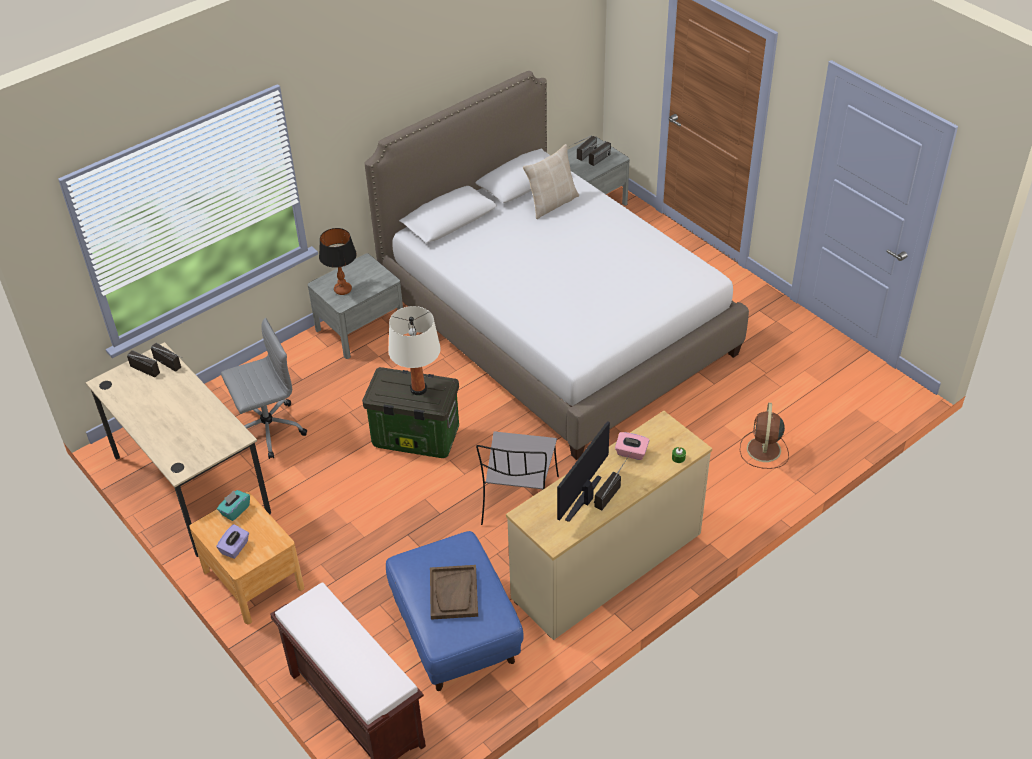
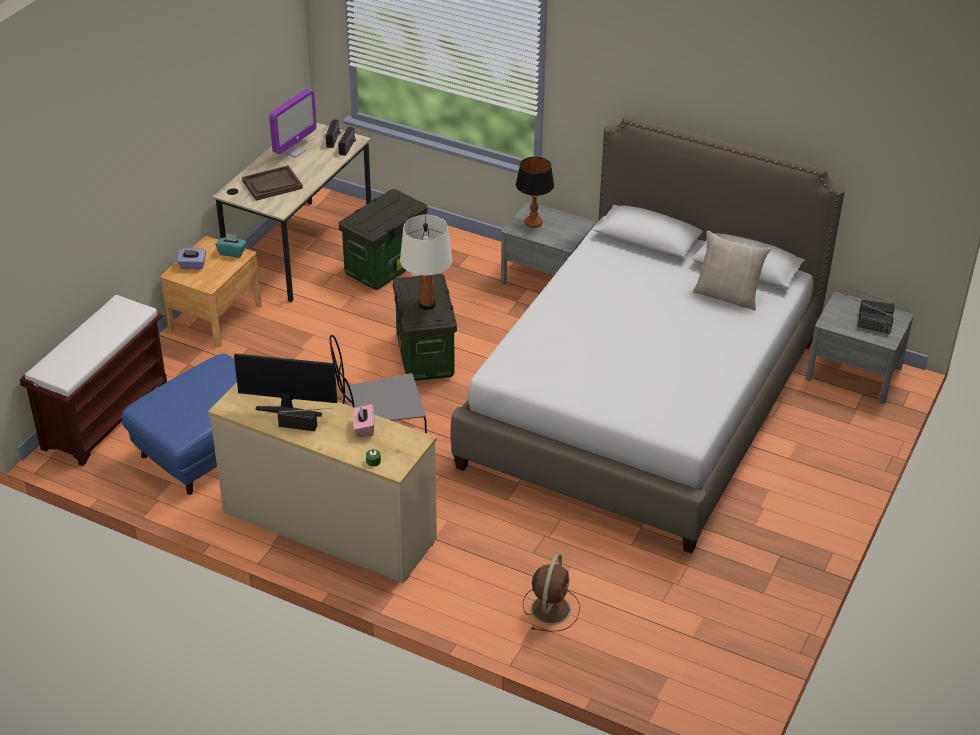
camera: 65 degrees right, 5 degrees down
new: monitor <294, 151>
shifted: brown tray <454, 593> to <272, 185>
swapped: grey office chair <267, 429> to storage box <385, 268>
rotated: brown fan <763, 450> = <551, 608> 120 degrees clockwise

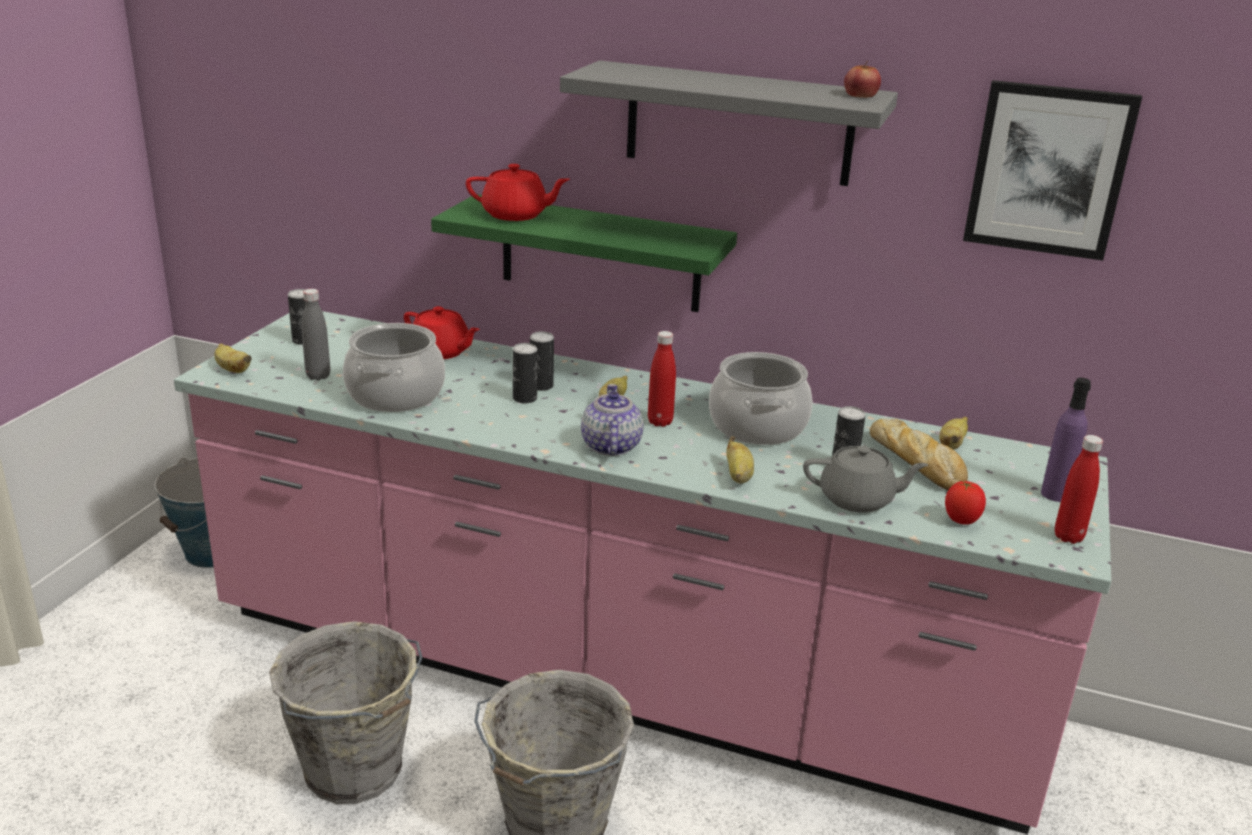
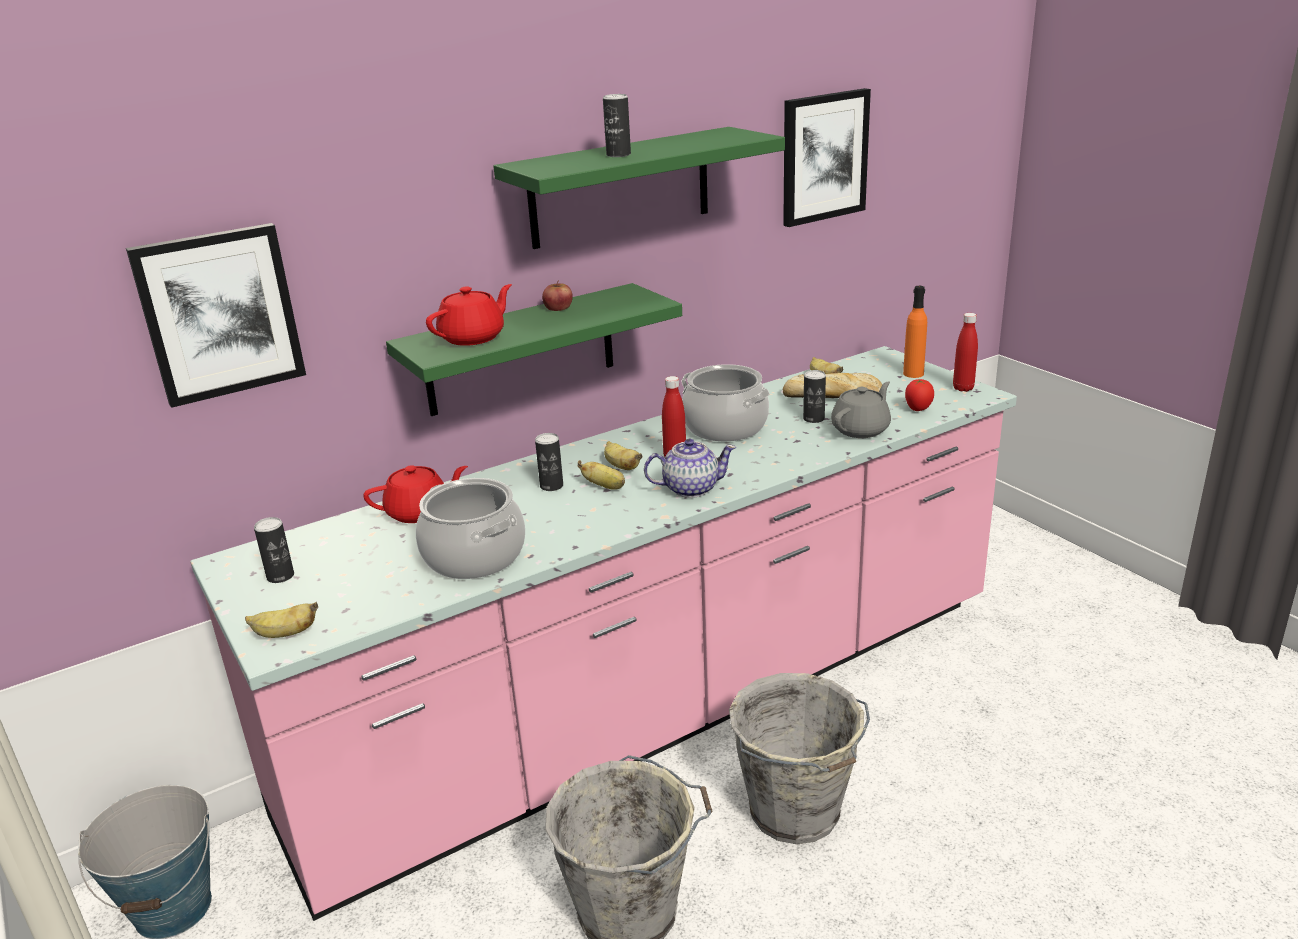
camera: 50 degrees left, 0 degrees up
gone: grey bottle <318, 376>
new: picture <220, 313>
shifted: apple <860, 95> to <558, 307>; banana <738, 476> to <605, 487>; can <525, 398> to <618, 155>
repainted: grey shelf <738, 123> to green shelf <620, 187>; purple bottle <1055, 494> to orange bottle <913, 374>
rotated: teapot <610, 446> = <690, 488> 135 degrees clockwise

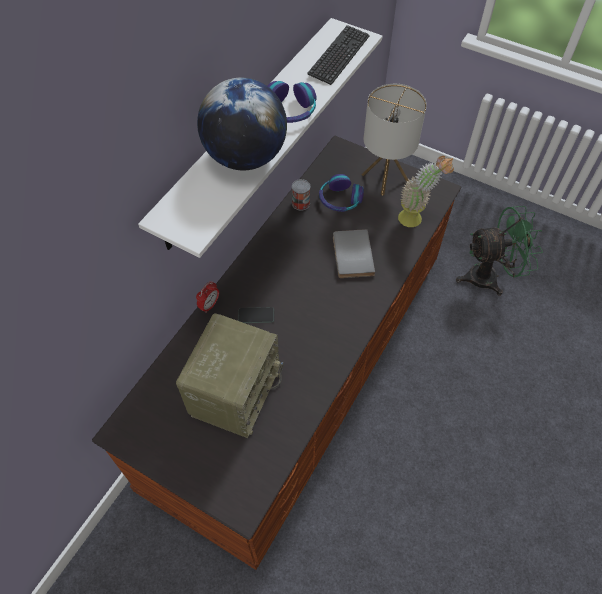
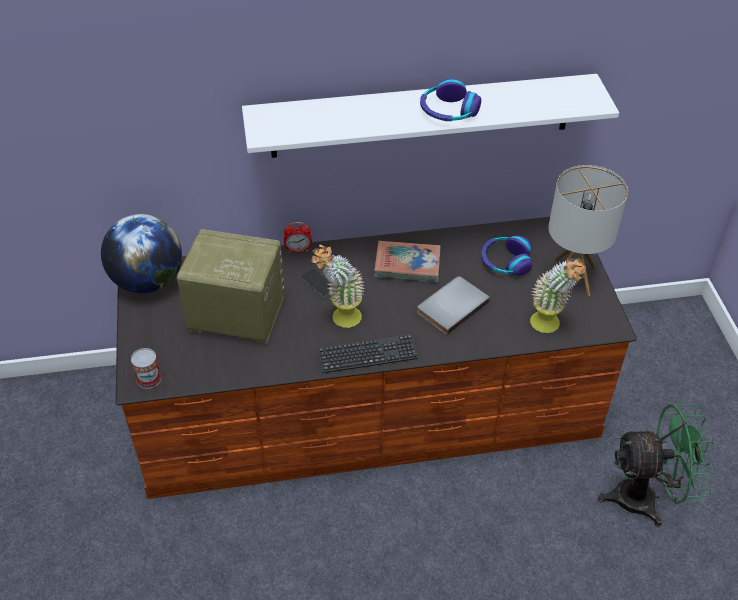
camera: 50 degrees right, 10 degrees down
new: potted plant <340, 320>; book <407, 265>
shifted: globe <245, 157> to <148, 281>; can <301, 203> to <149, 379>; keyboard <339, 56> to <367, 355>
rotated: radio <235, 391> = <234, 314> 150 degrees counterclockwise; green fan <489, 277> = <646, 498> 45 degrees counterclockwise

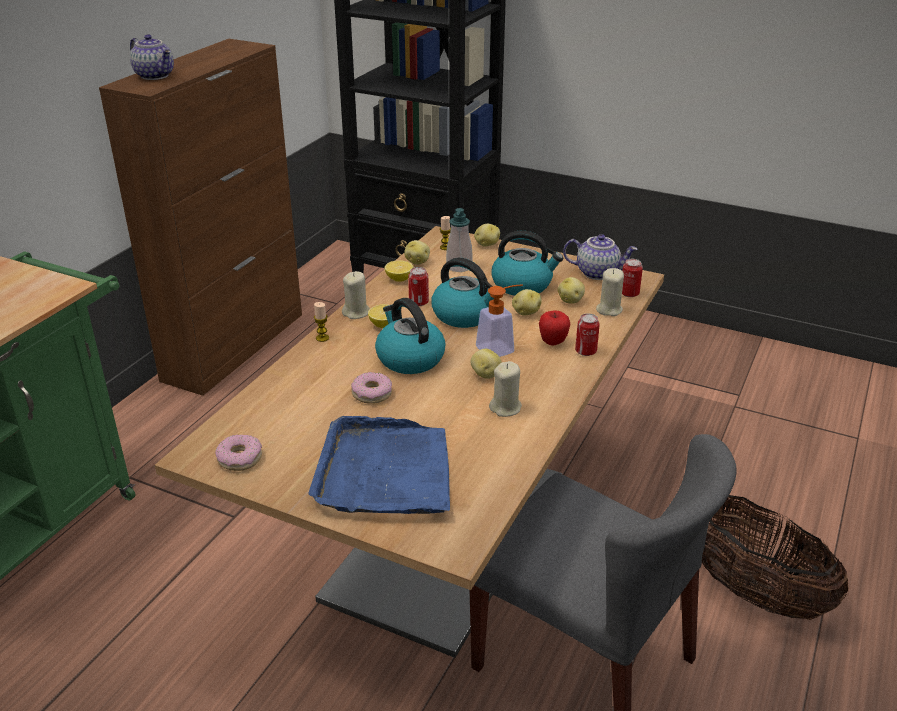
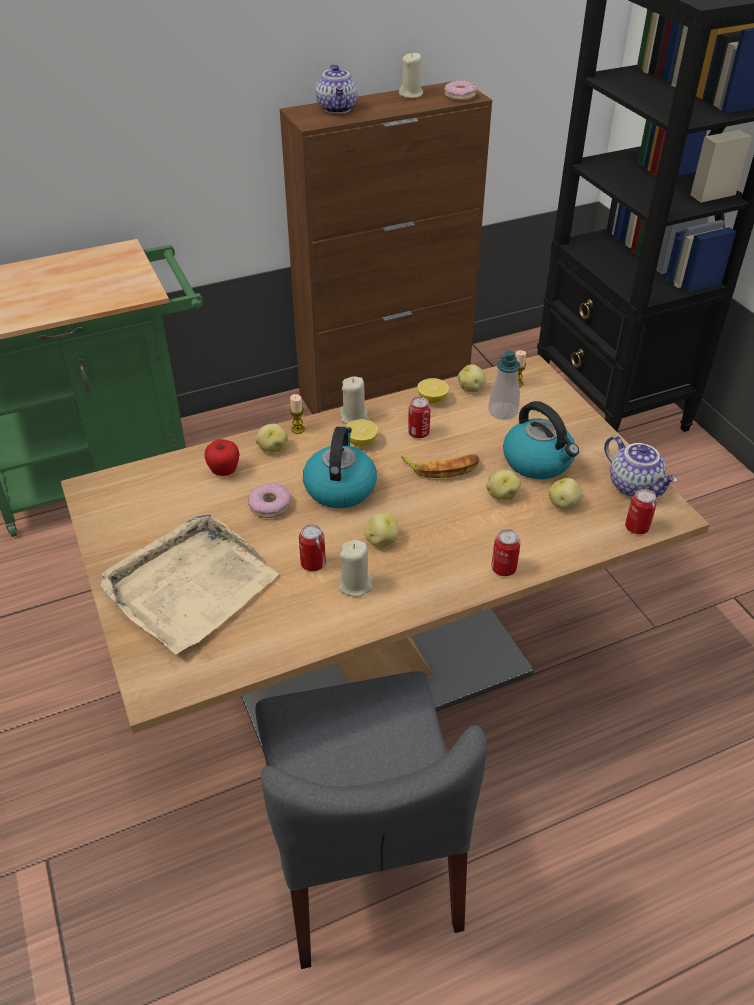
camera: 40 degrees right, 10 degrees up
gone: soap dispenser <500, 348>; basket <751, 590>
new: can <313, 564>
shifted: apple <553, 342> to <224, 472>; potato <486, 244> to <272, 447>; beige candle <609, 309> to <411, 94>; donut <240, 458> to <460, 96>
swapped: kettle <465, 315> to banana <442, 468>
repainted: blue tray <384, 472> to beige tray <190, 586>

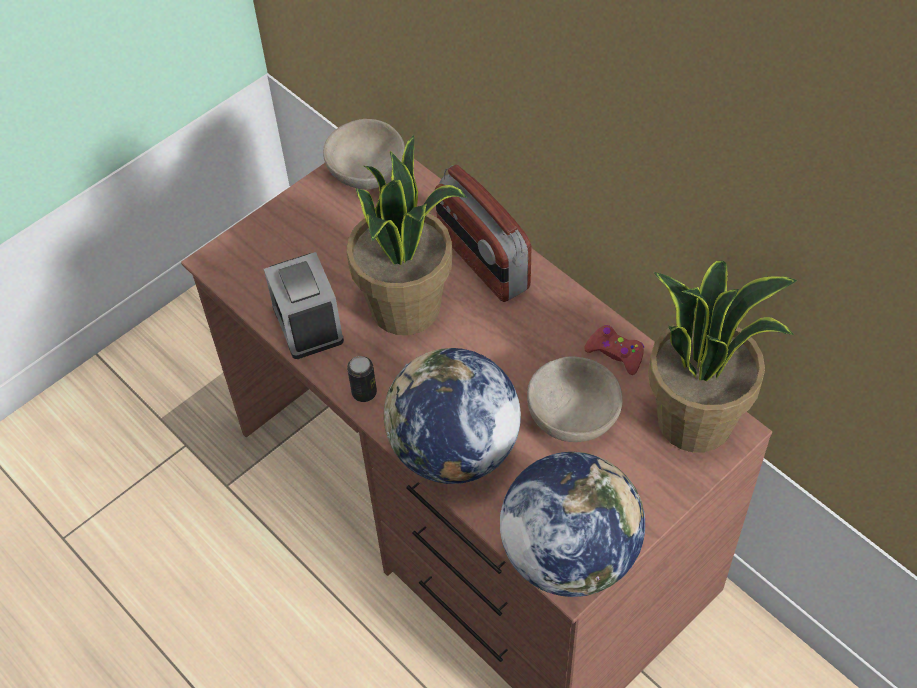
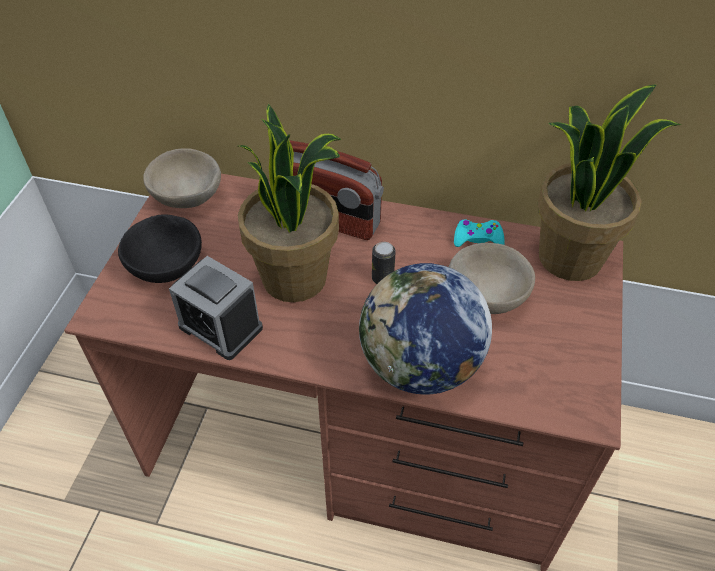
camera: 35 degrees left, 5 degrees down
gone: globe <569, 554>
new: black bowl <167, 267>
shifted: can <364, 392> to <382, 278>
repainted: red game controller <615, 353> to turquoise game controller <477, 238>

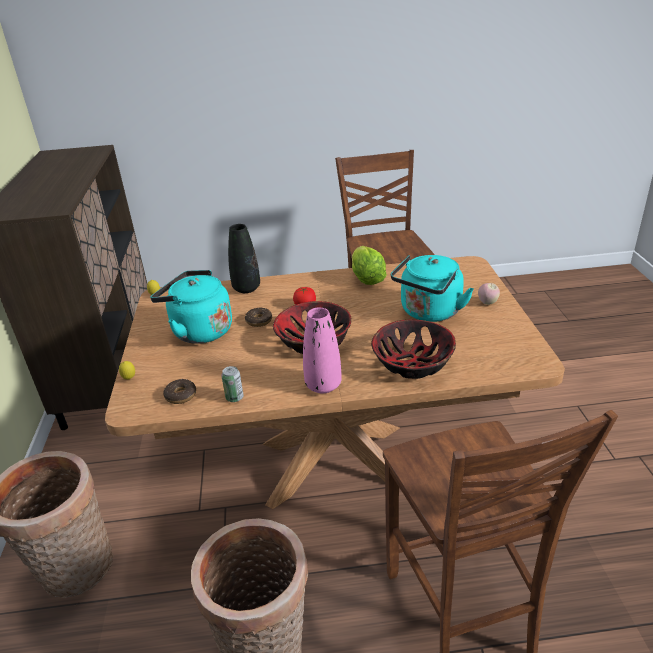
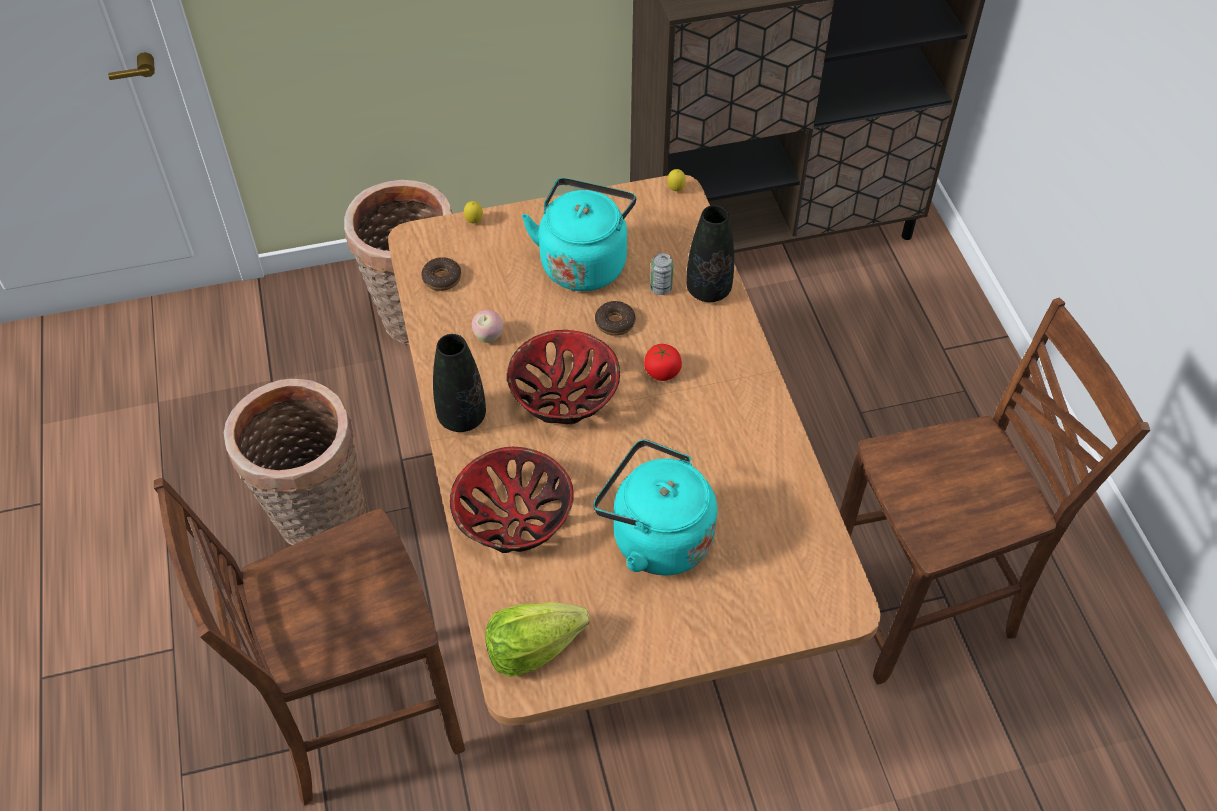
camera: 80 degrees right, 20 degrees up
shifted: apple <487, 303> to <488, 337>; lettuce <366, 278> to <532, 648>; can <234, 397> to <661, 288>
repainted: pink vase <323, 385> to black vase <462, 417>

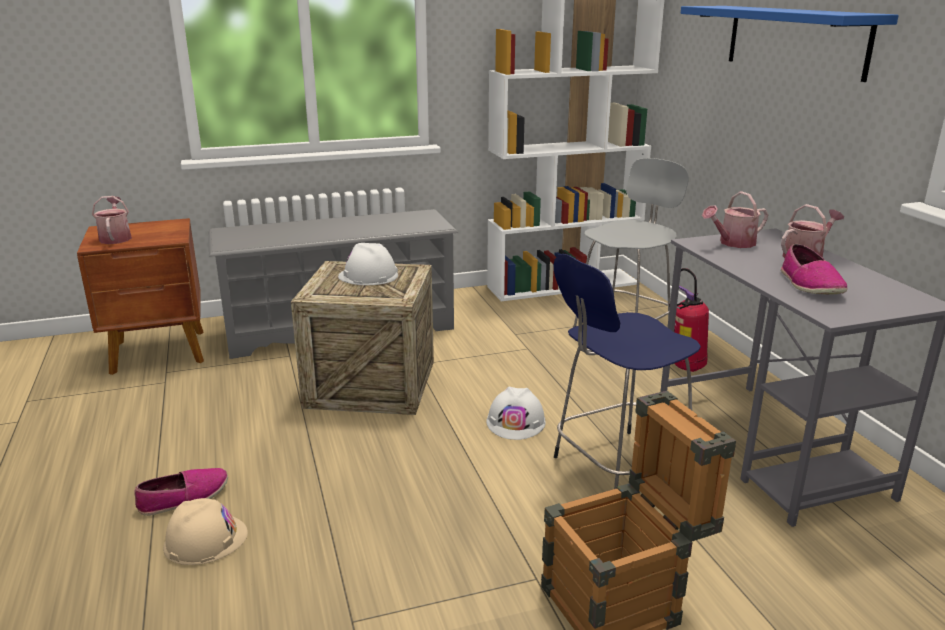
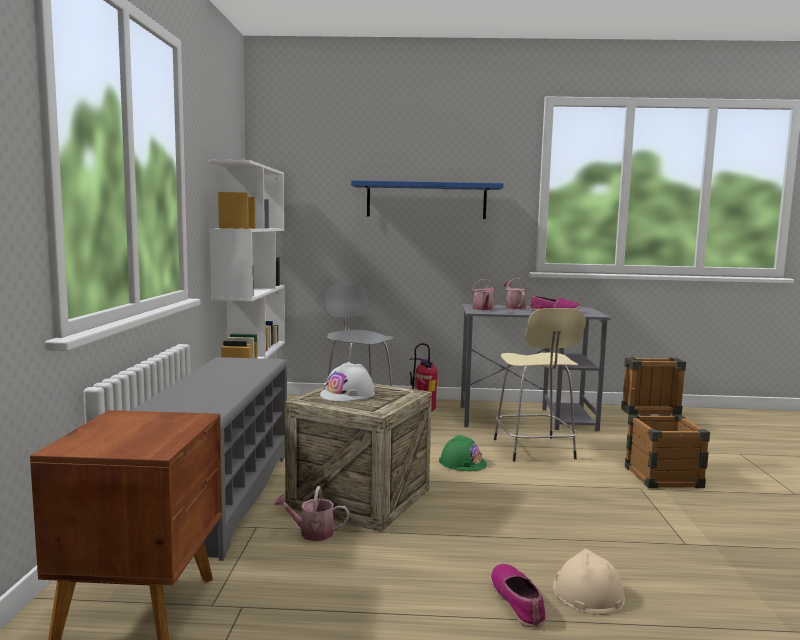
camera: 70 degrees left, 15 degrees down
shifted: watering can <116, 238> to <312, 533>
repainted: white hard hat <516, 422> to green hard hat <462, 463>; blue stool <617, 469> to beige stool <534, 450>

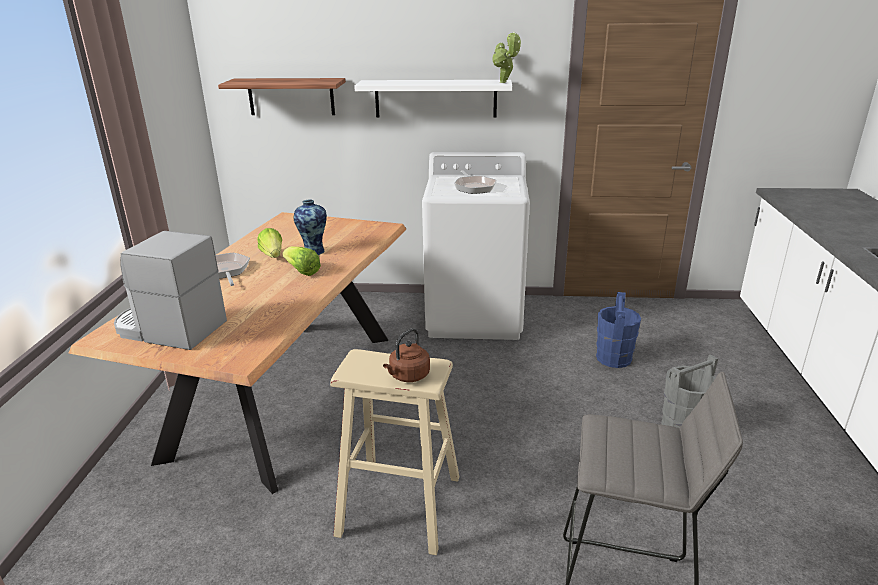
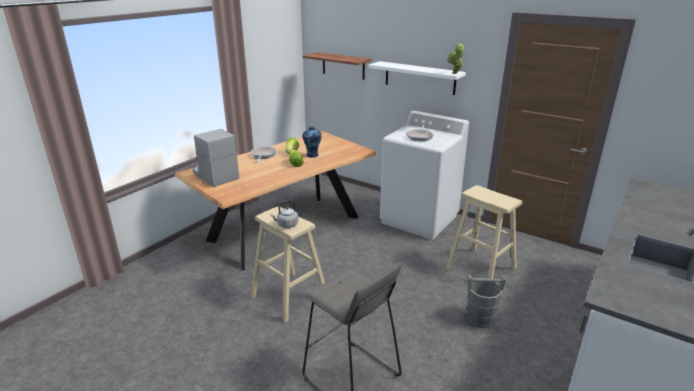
camera: 30 degrees right, 0 degrees up
swapped: blue bucket <614, 358> to beige stool <480, 268>
repainted: brown kettle <408, 376> to grey kettle <286, 225>

